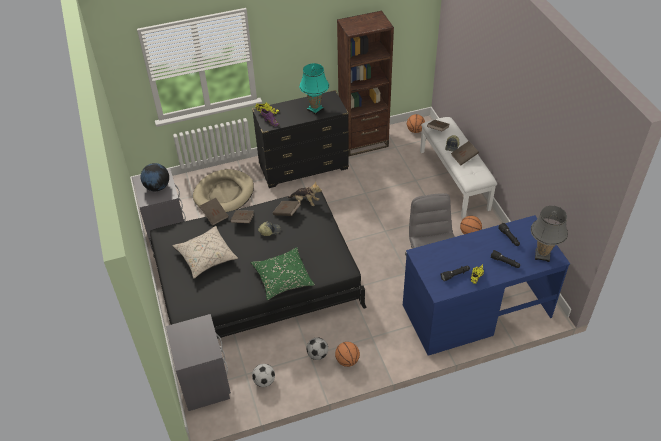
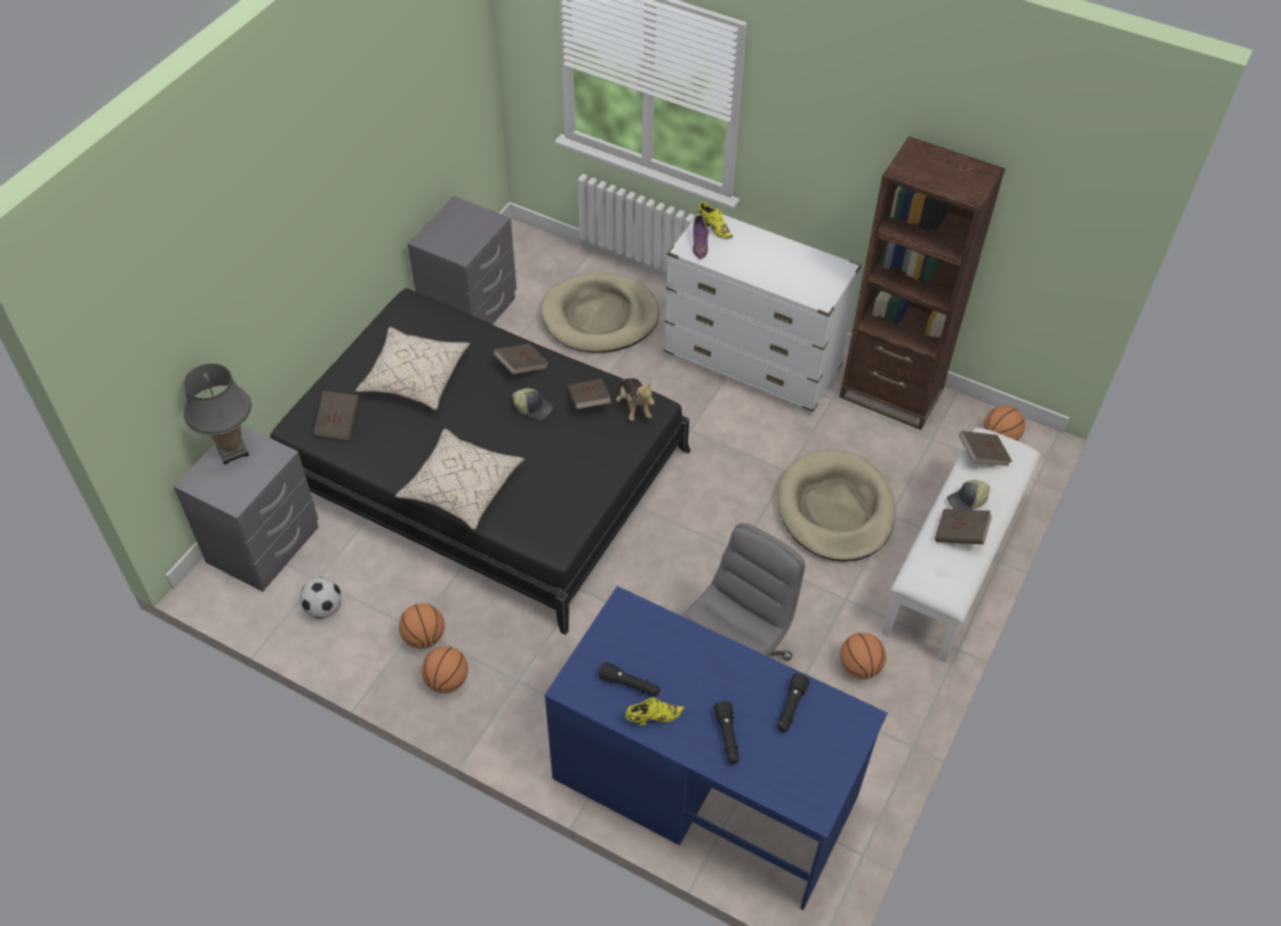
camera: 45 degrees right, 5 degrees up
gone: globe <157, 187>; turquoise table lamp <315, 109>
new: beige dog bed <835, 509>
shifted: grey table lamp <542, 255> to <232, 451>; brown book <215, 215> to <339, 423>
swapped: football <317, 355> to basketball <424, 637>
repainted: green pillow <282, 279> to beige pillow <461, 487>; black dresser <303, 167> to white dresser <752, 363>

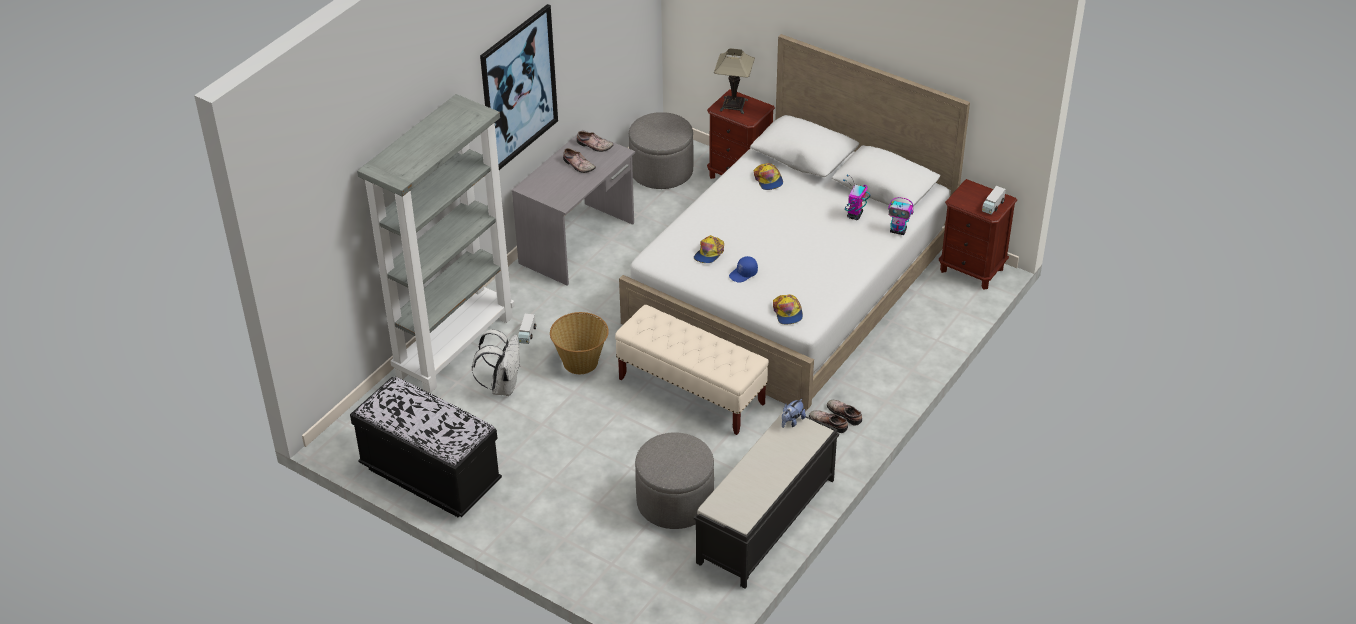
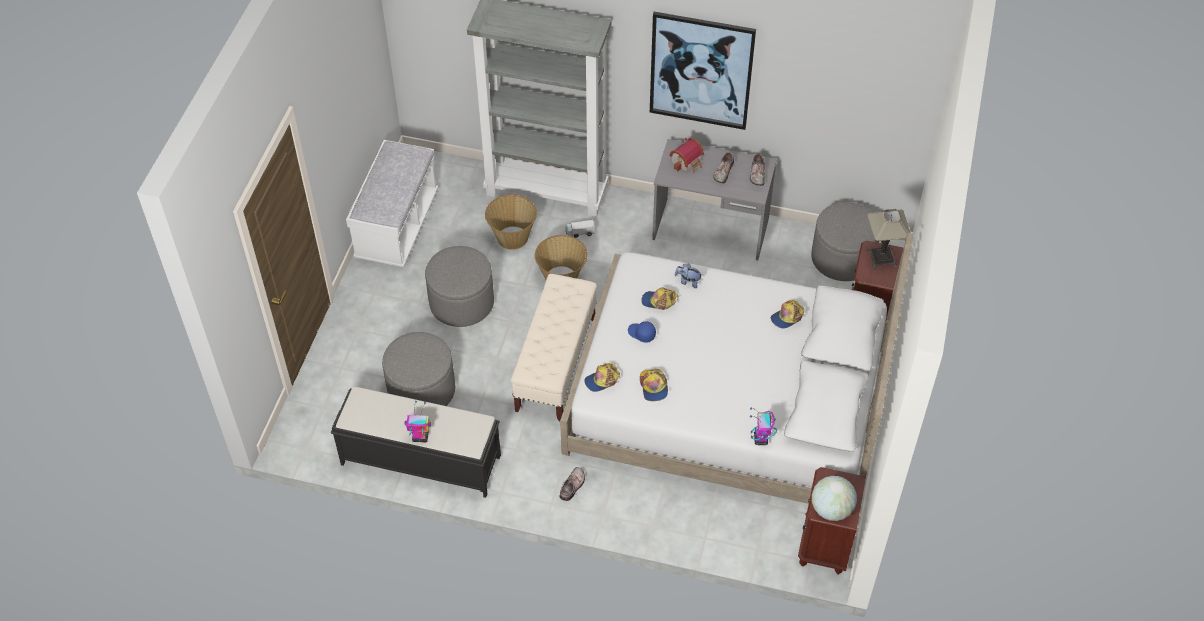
camera: 70 degrees right, 10 degrees up
gone: shoe <829, 422>
new: grey ottoman <461, 303>; cap <653, 387>; toy house <688, 162>
shifted: toy robot <854, 215> to <420, 437>; plush toy <792, 421> to <688, 281>
swapped: white backpack <503, 386> to basket <512, 237>; toy truck <992, 206> to globe <831, 509>
repainted: black bench <430, 476> to white bench <397, 226>

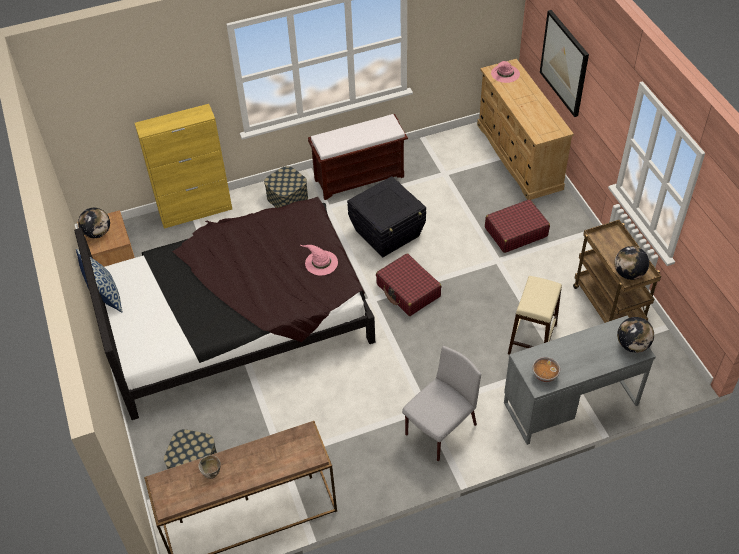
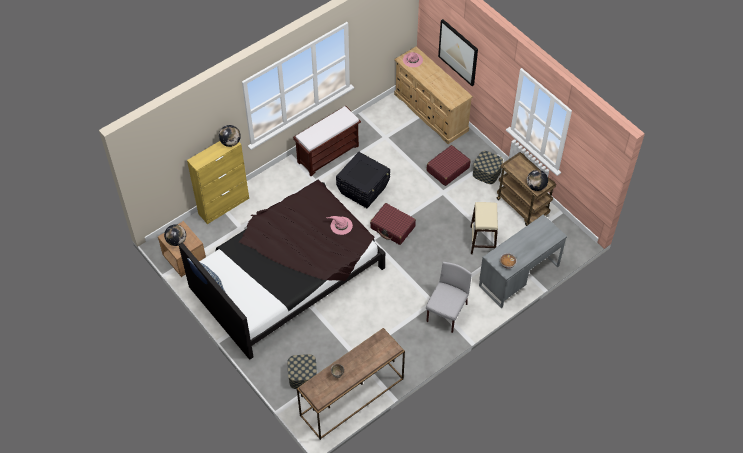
camera: 20 degrees left, 5 degrees up
shifted: globe <632, 345> to <230, 142>; storage box <287, 197> to <487, 172>

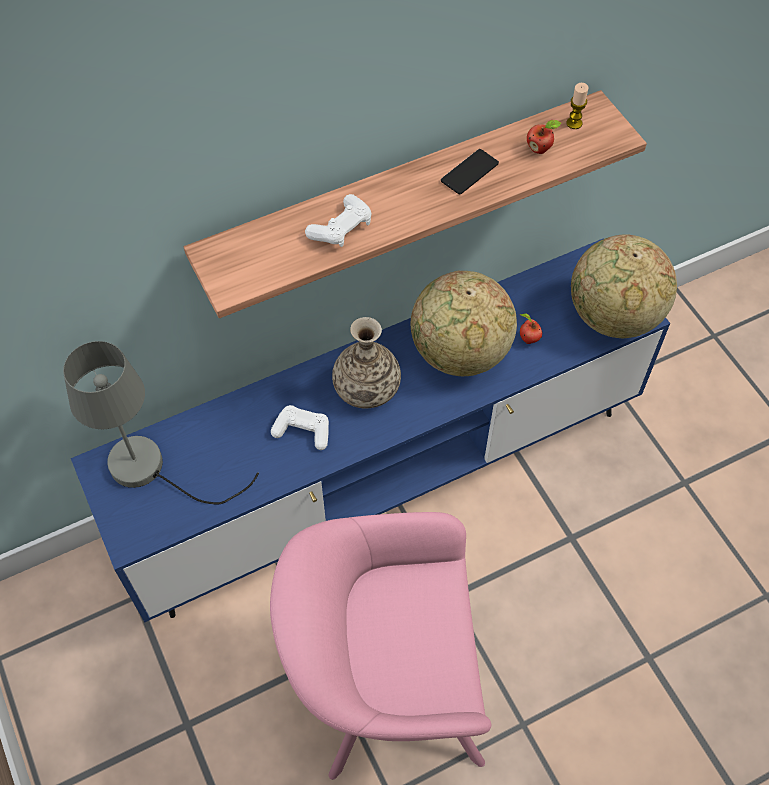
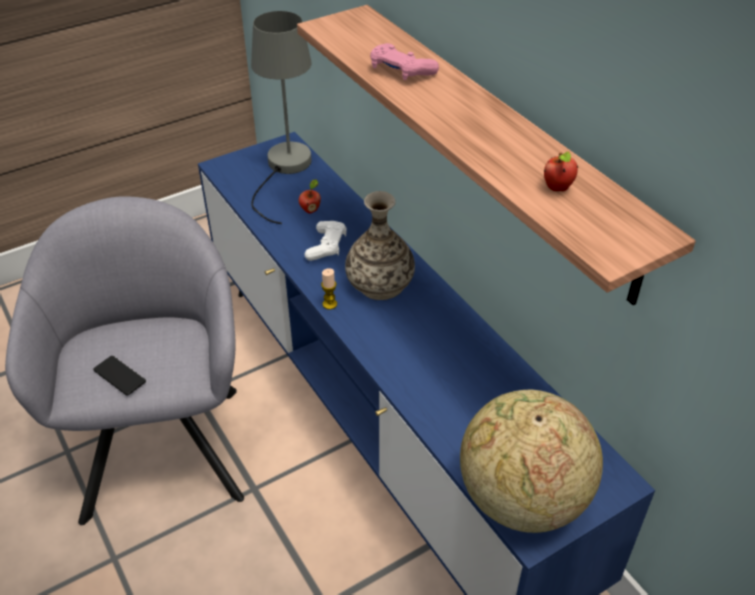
camera: 85 degrees right, 15 degrees down
gone: globe <459, 353>
shifted: phone <469, 172> to <119, 376>; apple <527, 339> to <310, 210>; candle <574, 123> to <329, 304>
repainted: pink armchair <386, 688> to grey armchair <164, 442>; white game controller <341, 228> to pink game controller <401, 71>

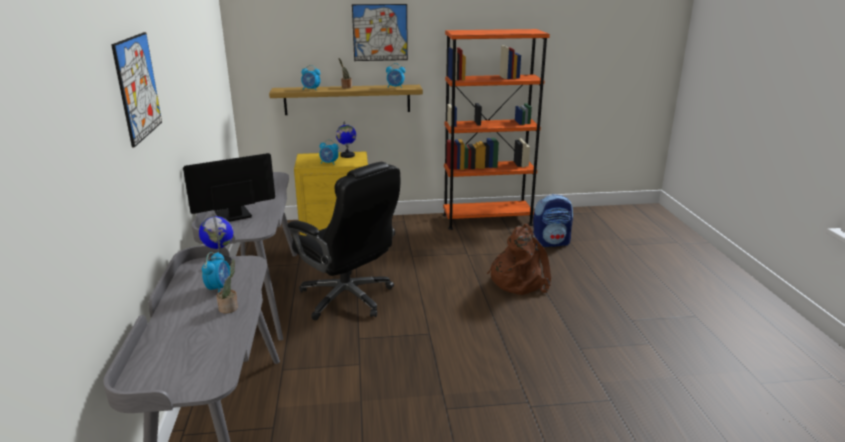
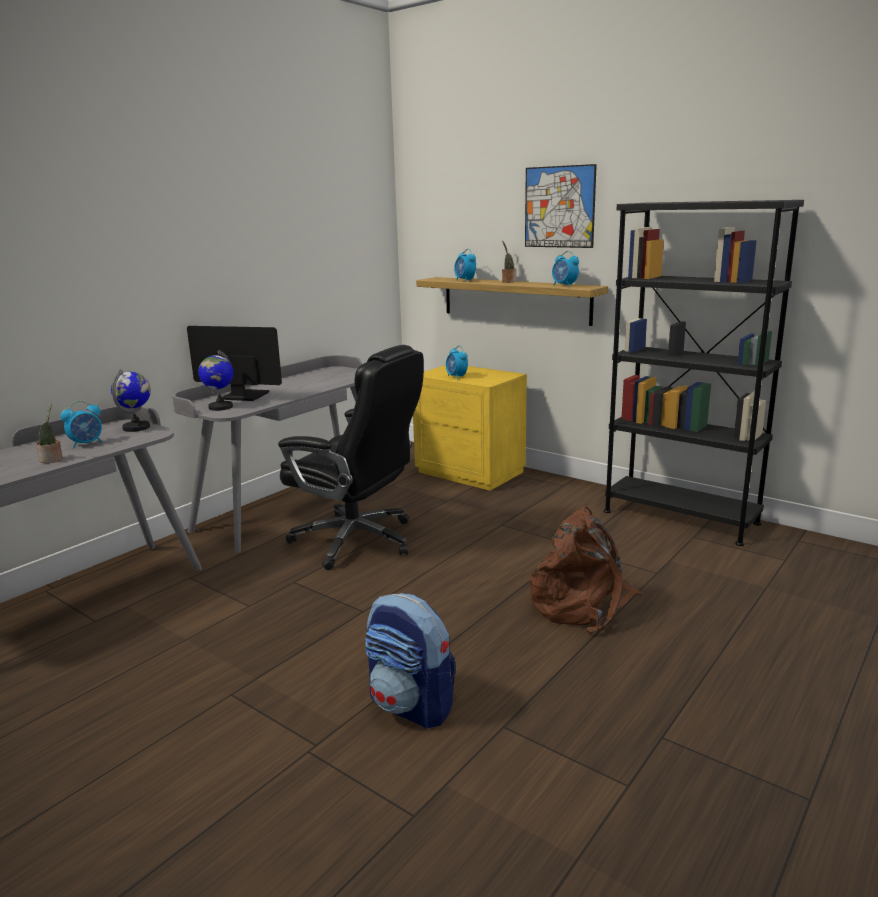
camera: 45 degrees right, 5 degrees down
gone: picture <138, 87>
shifted: globe <347, 155> to <220, 407>; backpack <551, 243> to <411, 705>
repainted: orange bookcase <487, 220> to black bookcase <680, 517>
rotated: black office chair <348, 298> = <357, 540> 60 degrees counterclockwise

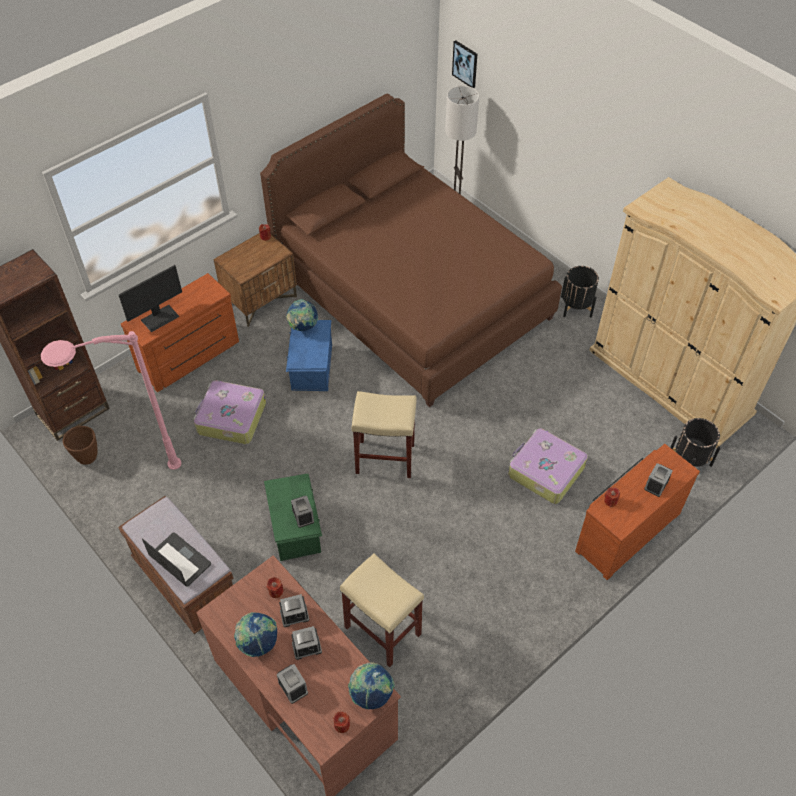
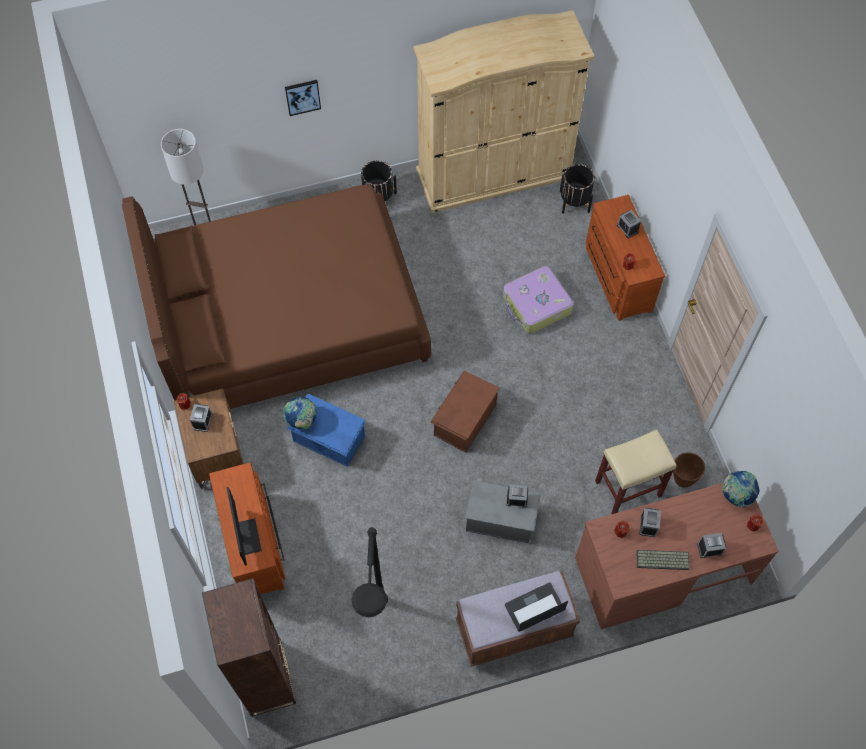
camera: 65 degrees left, 10 degrees up
gone: suitcase <231, 418>
shifted: alarm clock <307, 647> to <202, 421>; picture <465, 64> to <302, 96>; brown planter <87, 457> to <683, 479>
swapped: beige stool <384, 459> to brown storage box <464, 420>; globe <258, 643> to keyboard <662, 561>
repainted: pink floor lamp <132, 479> to black floor lamp <379, 643>; green storage box <296, 527> to grey storage box <500, 518>

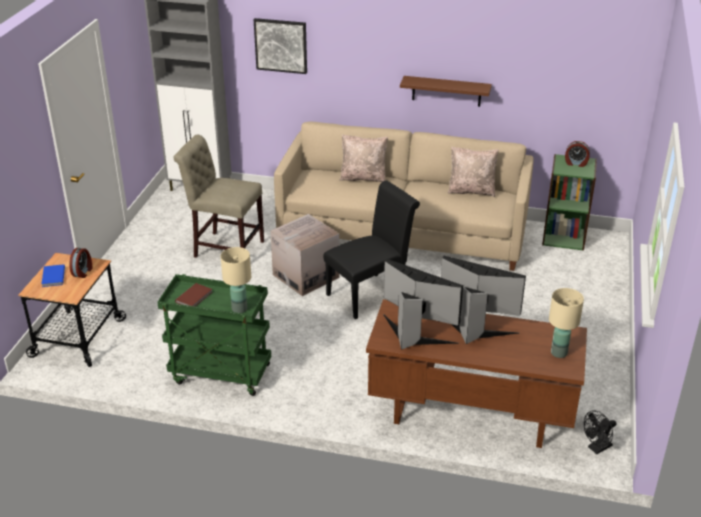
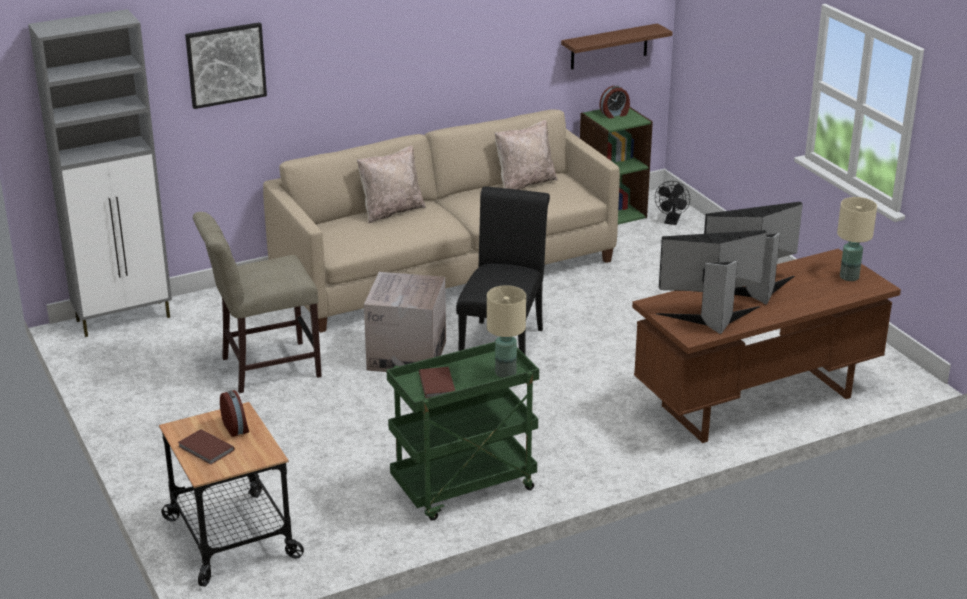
camera: 40 degrees left, 5 degrees down
shifted: brown shelf <446, 91> to <609, 46>; black fan <597, 448> to <671, 221>
repainted: blue book <52, 277> to brown book <205, 449>

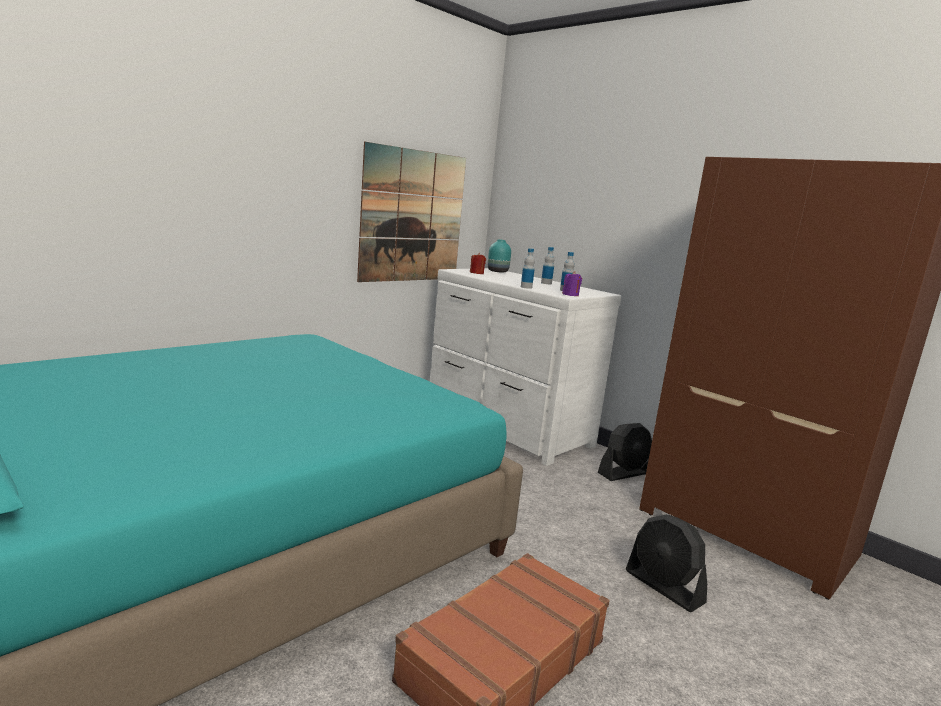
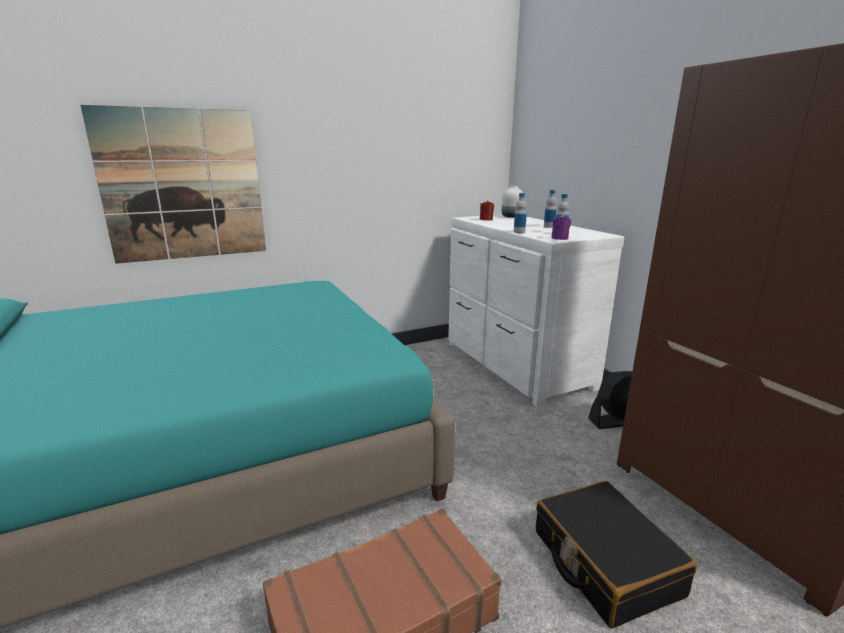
camera: 20 degrees right, 5 degrees up
shifted: picture <413, 216> to <183, 185>
swapped: black fan <664, 587> to black suitcase <604, 563>
repainted: turquoise vase <497, 271> to white vase <511, 217>

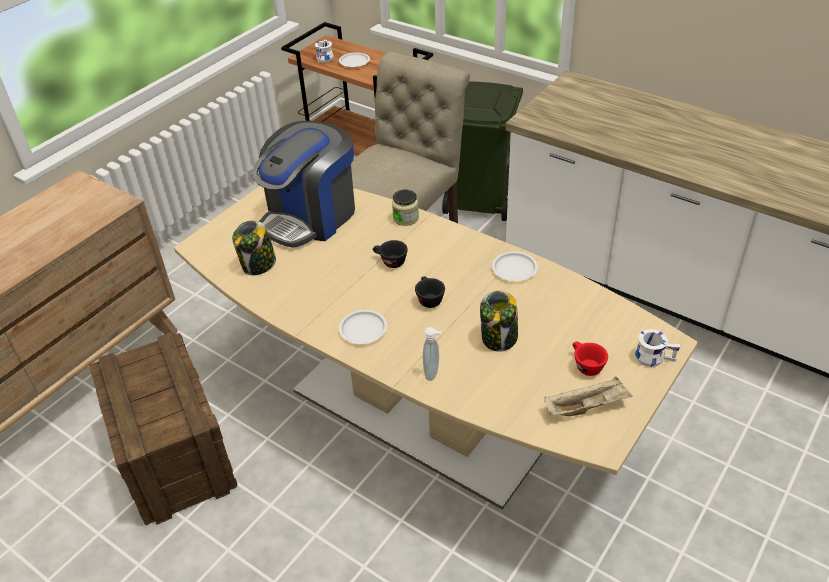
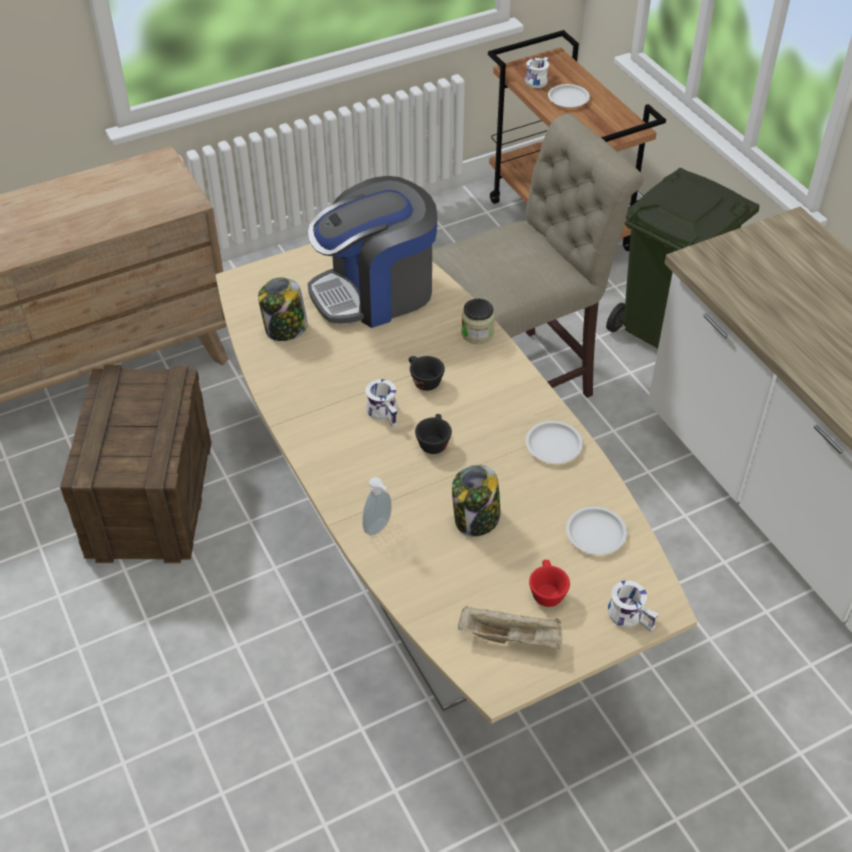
camera: 25 degrees right, 5 degrees up
new: white mug <386, 412>
shifted: white plate <363, 330> to <595, 534>

